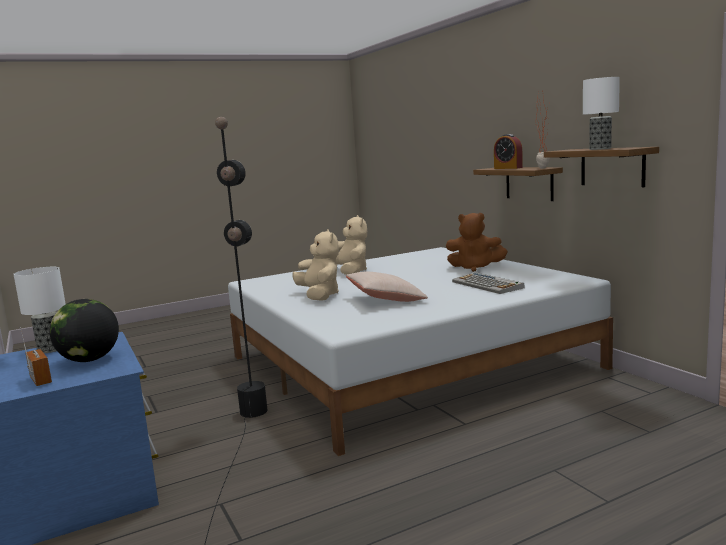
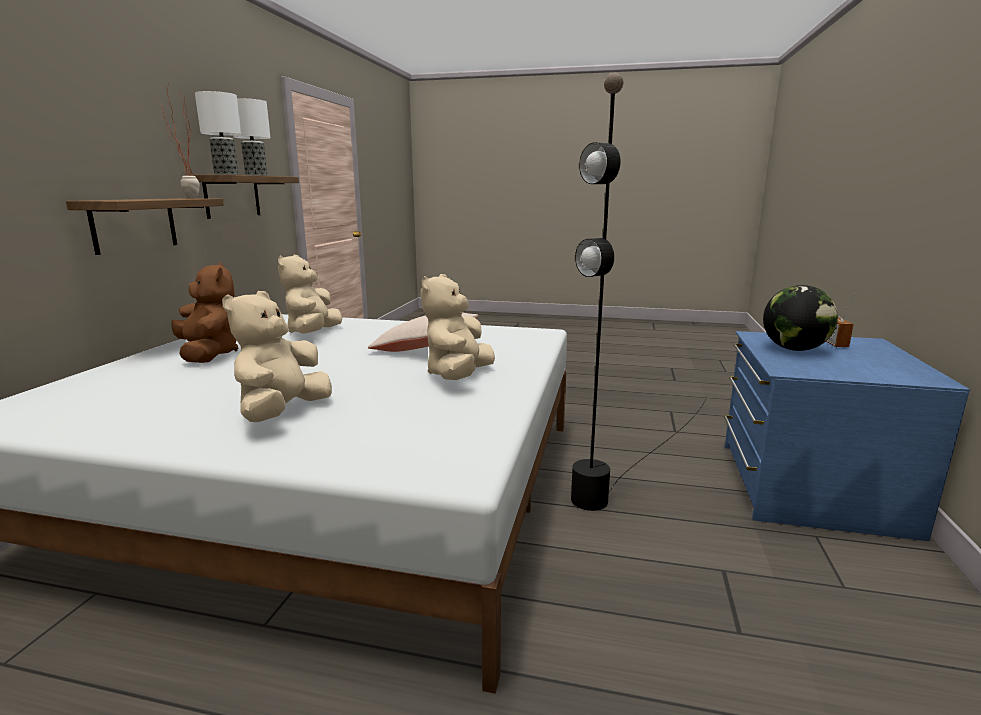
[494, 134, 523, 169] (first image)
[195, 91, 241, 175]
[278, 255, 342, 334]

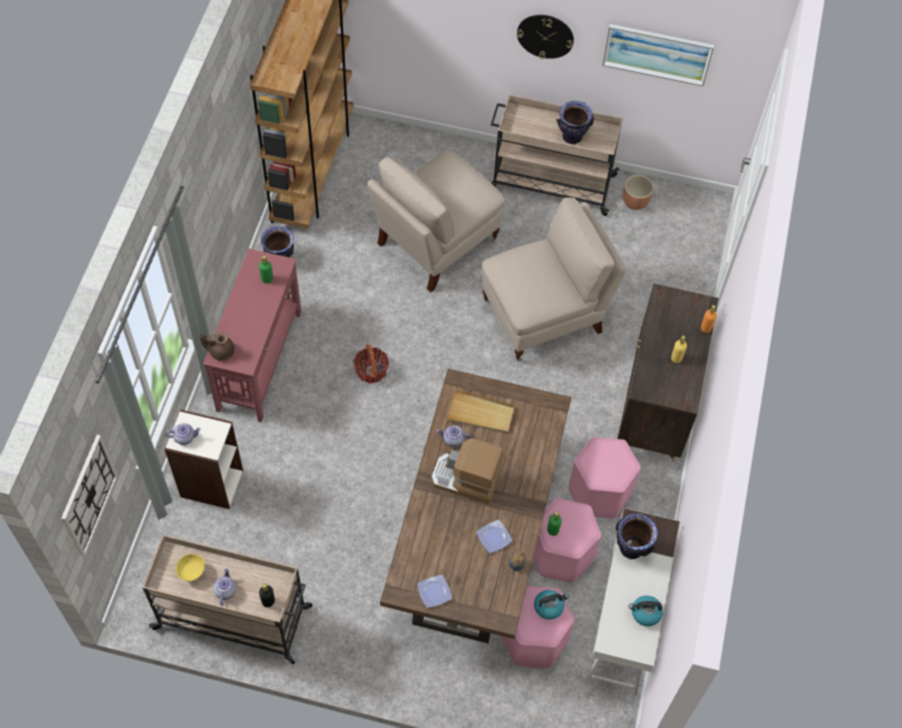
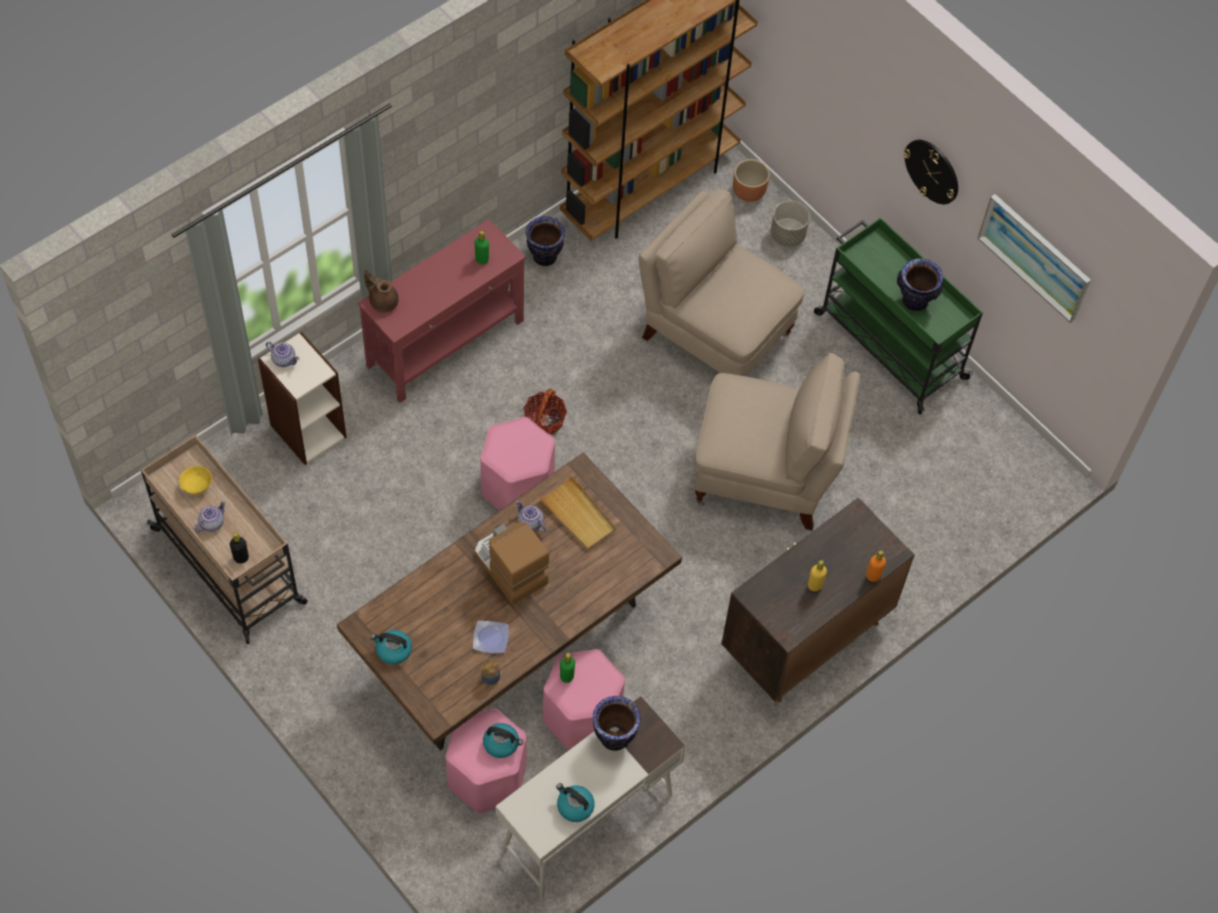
[61, 435, 118, 557] (first image)
[771, 201, 810, 247]
[480, 417, 555, 511]
[733, 159, 770, 202]
[371, 630, 412, 665]
[814, 217, 983, 414]
[639, 188, 805, 376]

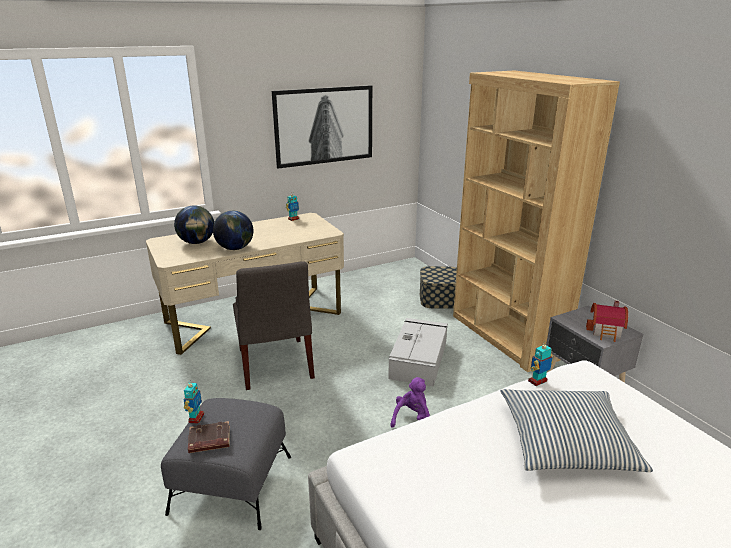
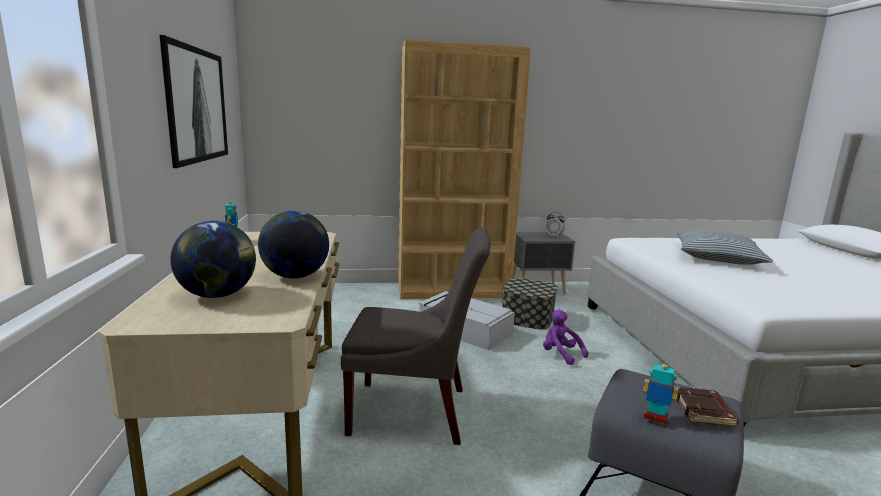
[528, 342, 553, 386] (first image)
[502, 278, 557, 329]
[545, 212, 565, 237]

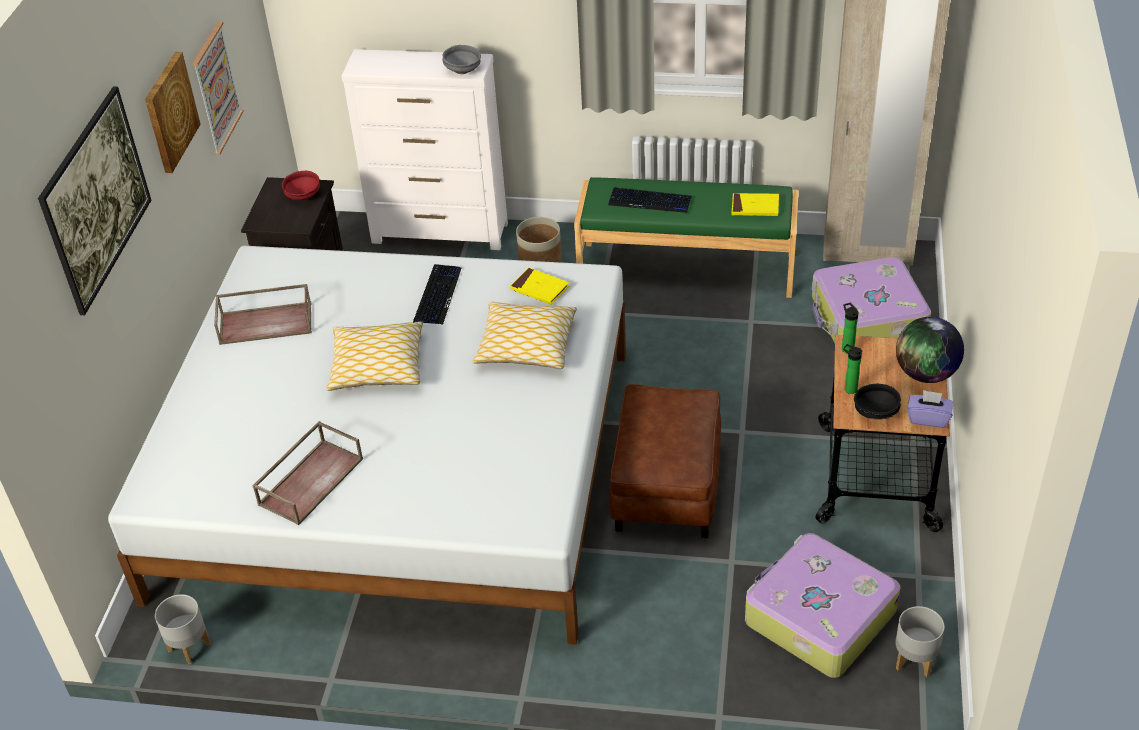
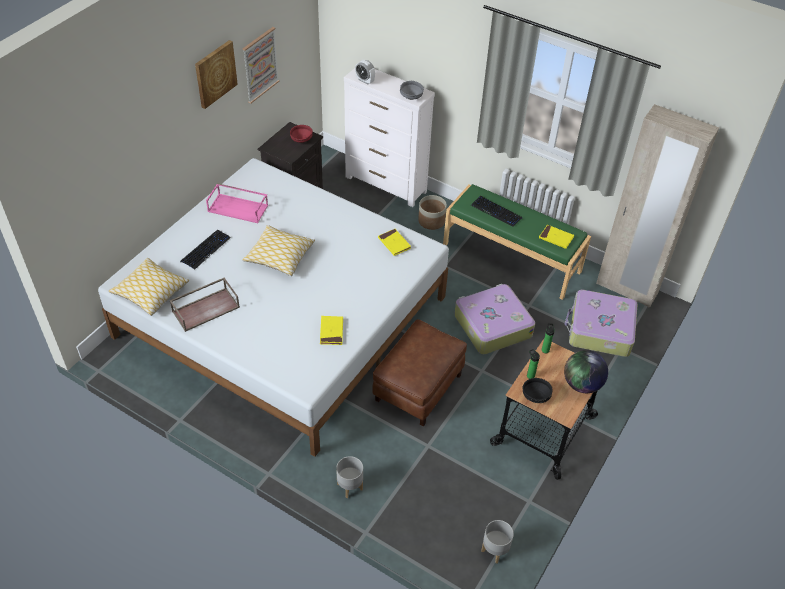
[38, 87, 151, 315] (first image)
[908, 390, 953, 428] (first image)
[320, 316, 343, 345]
[355, 60, 375, 85]
[336, 456, 363, 498]
[180, 230, 231, 270]
[108, 258, 189, 316]
[454, 284, 535, 355]
[206, 183, 268, 223]

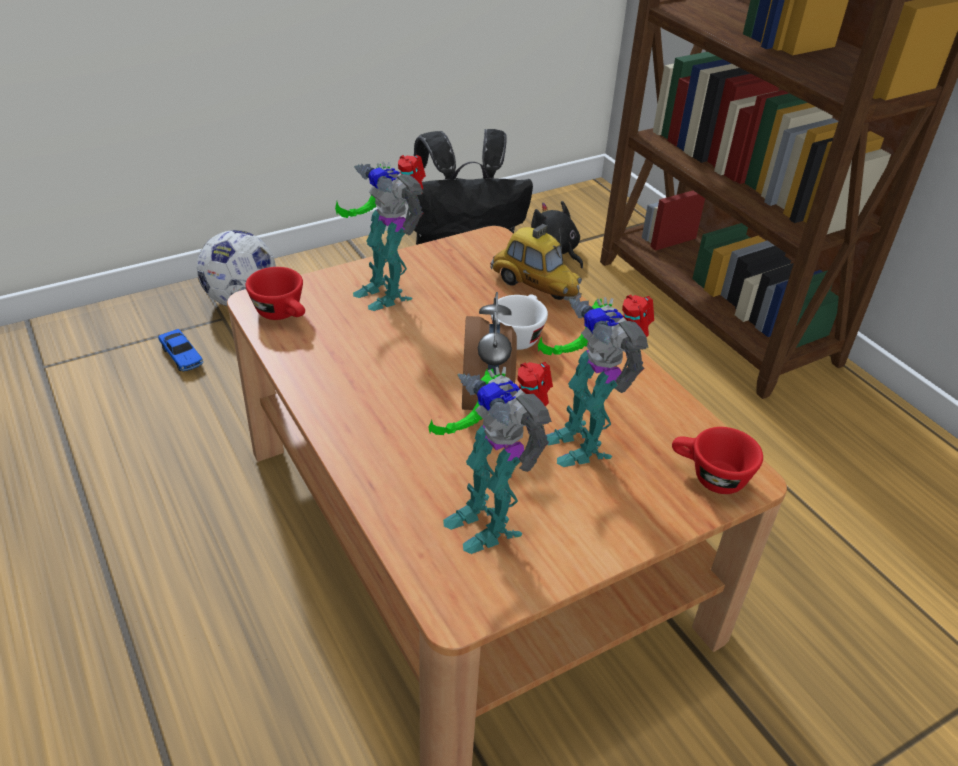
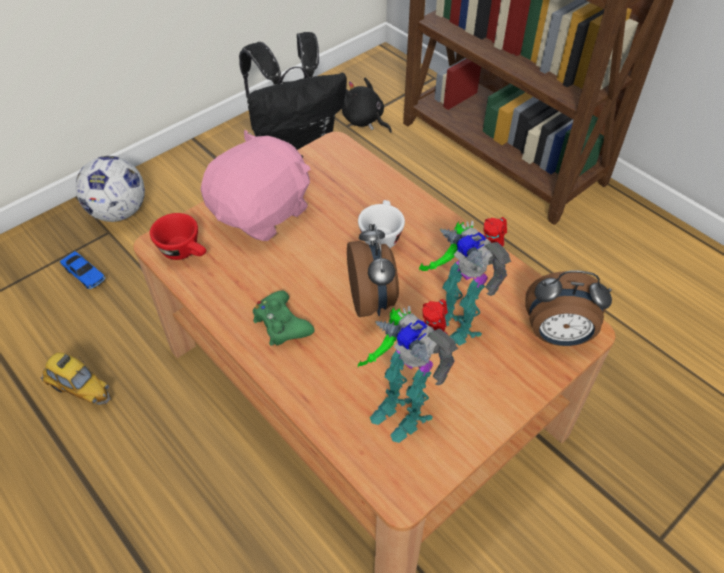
[253, 290, 315, 346]
[40, 353, 111, 405]
[201, 130, 310, 241]
[526, 270, 612, 346]

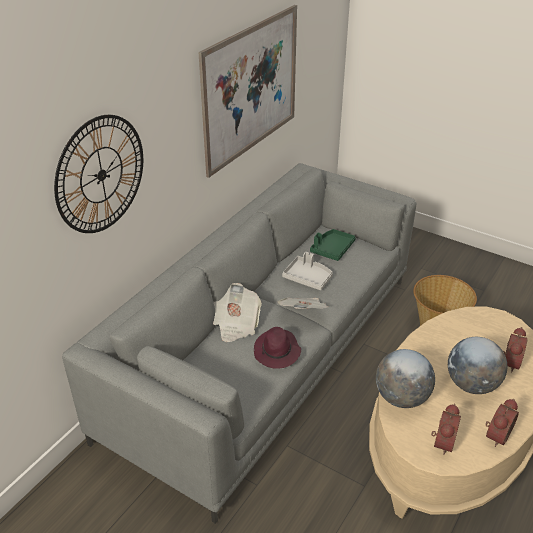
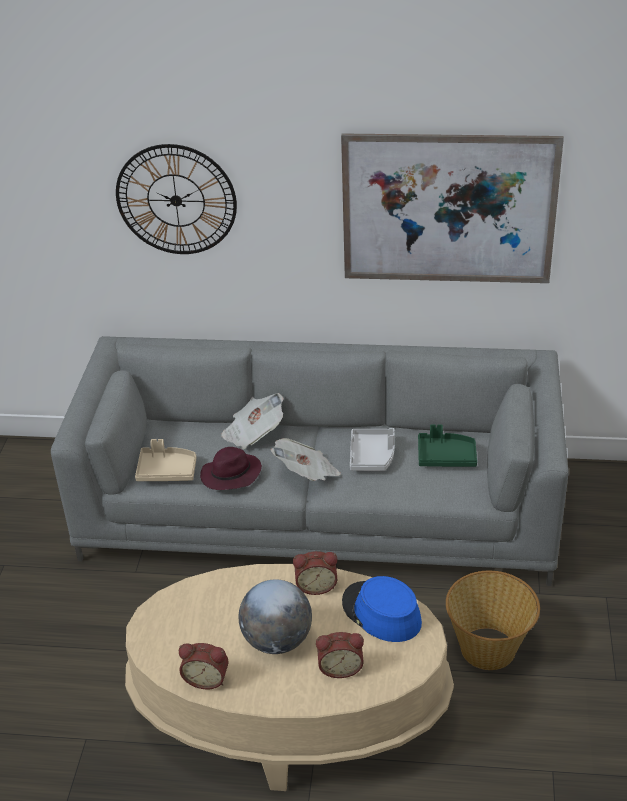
[376, 349, 435, 408] (first image)
[135, 439, 197, 481]
[342, 576, 422, 642]
[293, 551, 337, 595]

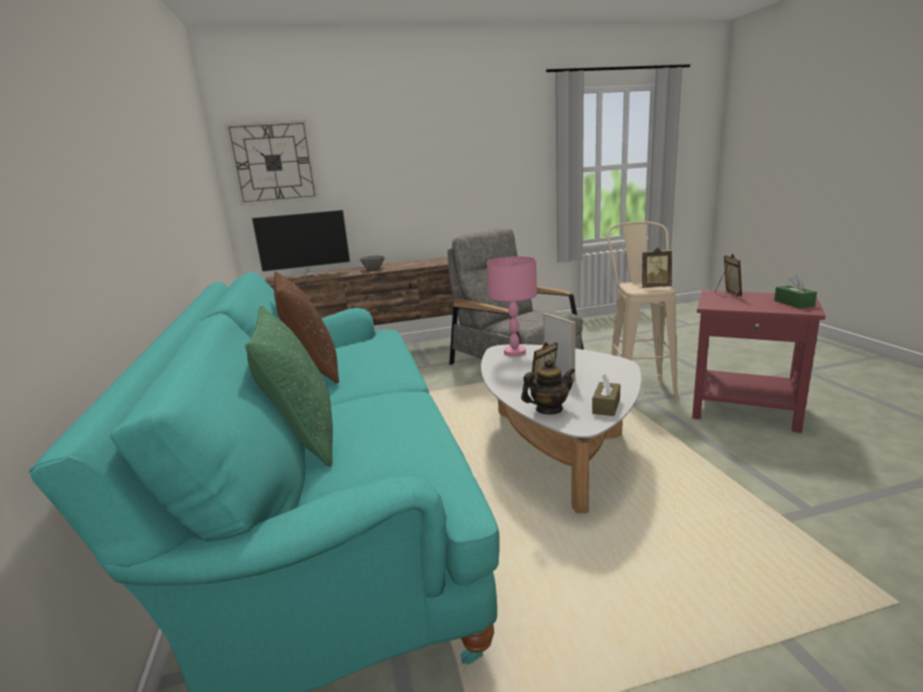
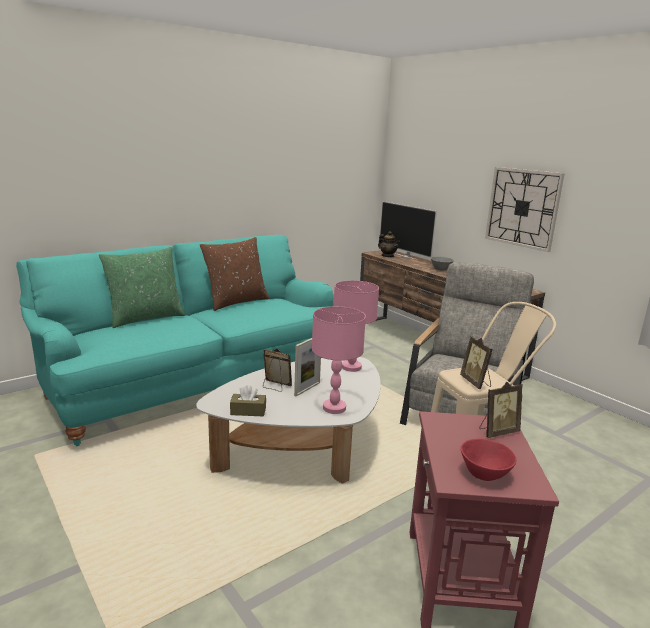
[312, 306, 366, 414]
[485, 167, 565, 252]
[378, 231, 400, 257]
[460, 438, 517, 481]

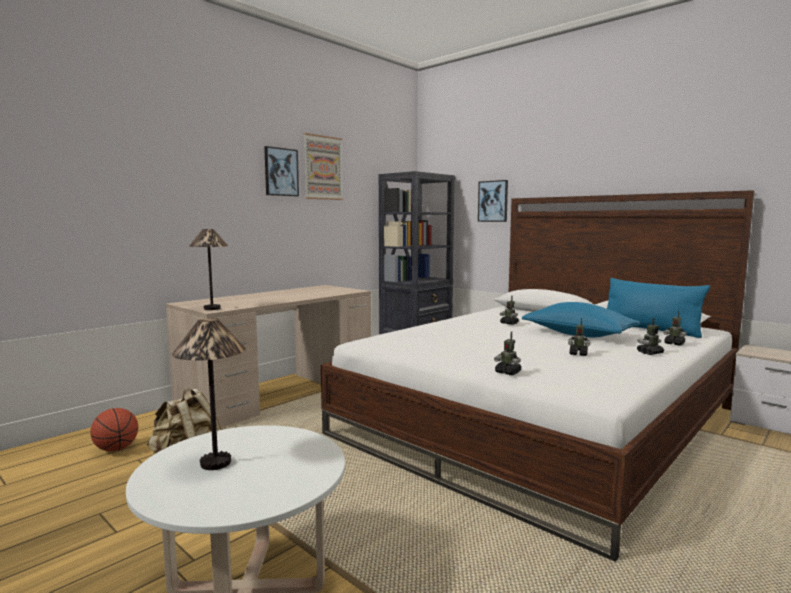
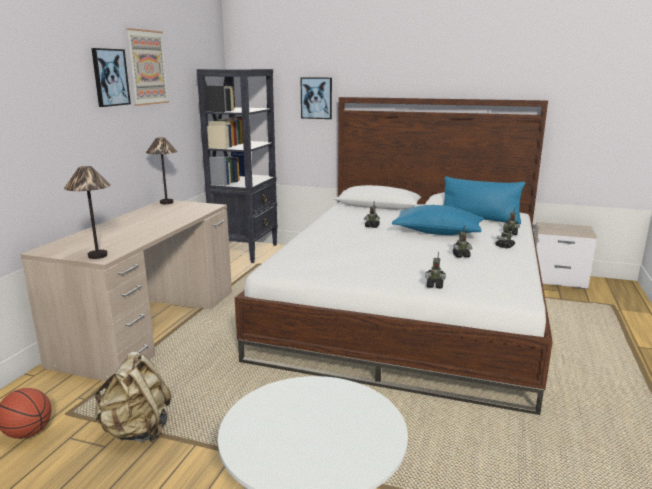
[146, 137, 177, 204]

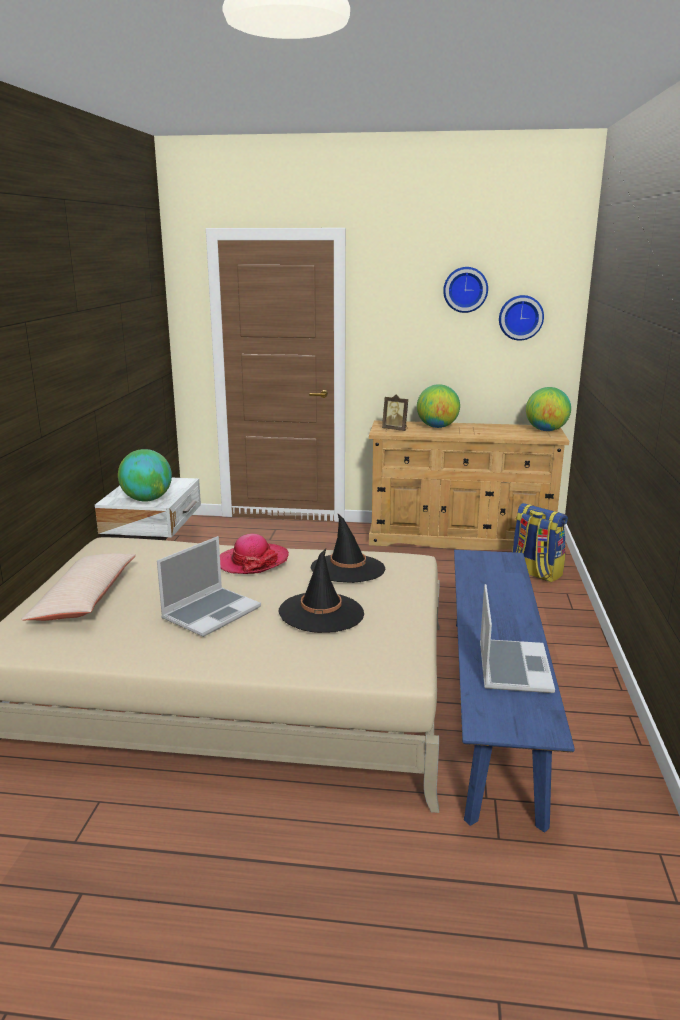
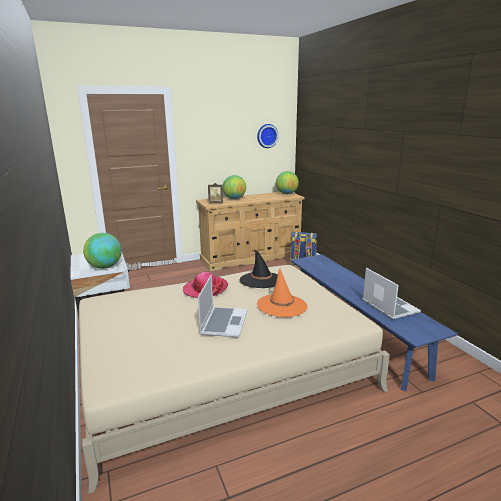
[21, 553, 136, 621] (first image)
[443, 267, 488, 313] (first image)
[257, 268, 308, 317]

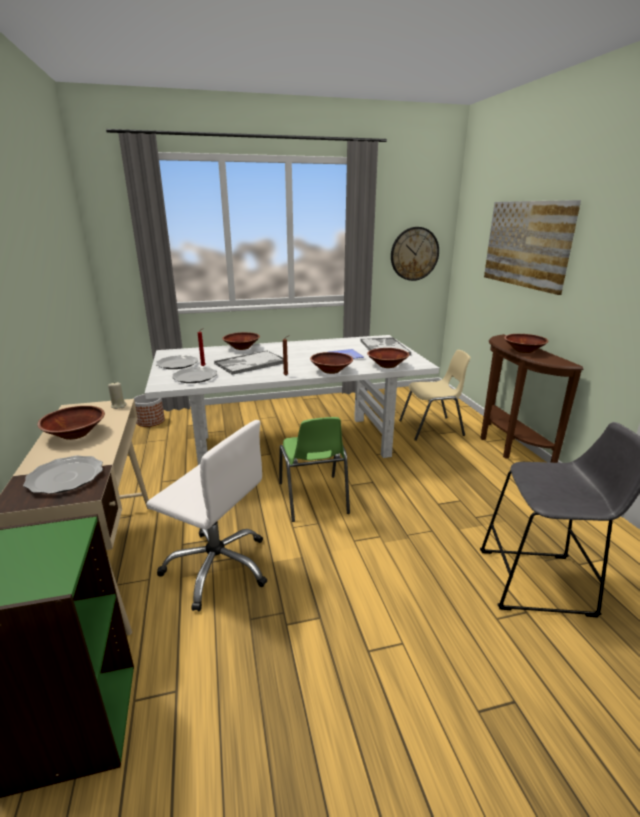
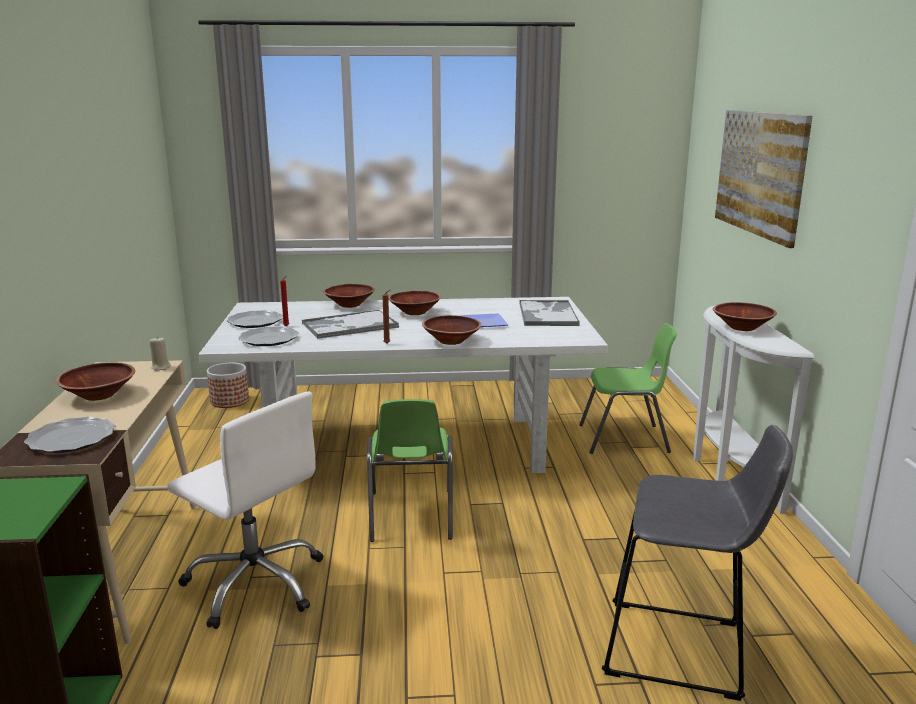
[391, 227, 439, 281] (first image)
[388, 291, 441, 315]
[579, 323, 677, 454]
[693, 305, 814, 514]

